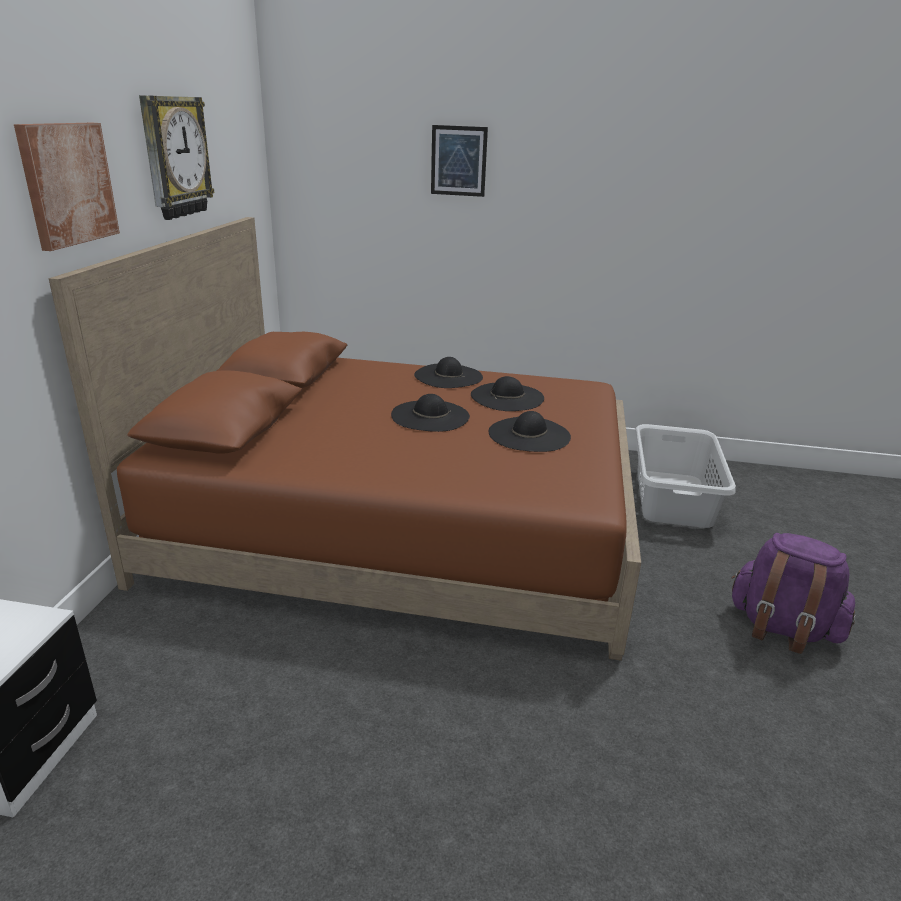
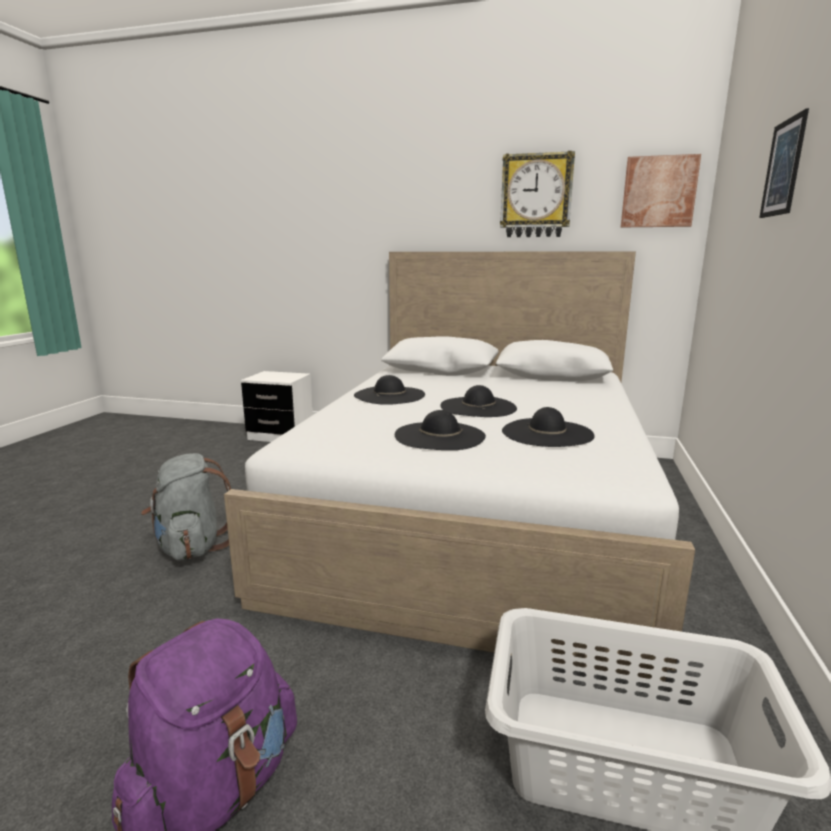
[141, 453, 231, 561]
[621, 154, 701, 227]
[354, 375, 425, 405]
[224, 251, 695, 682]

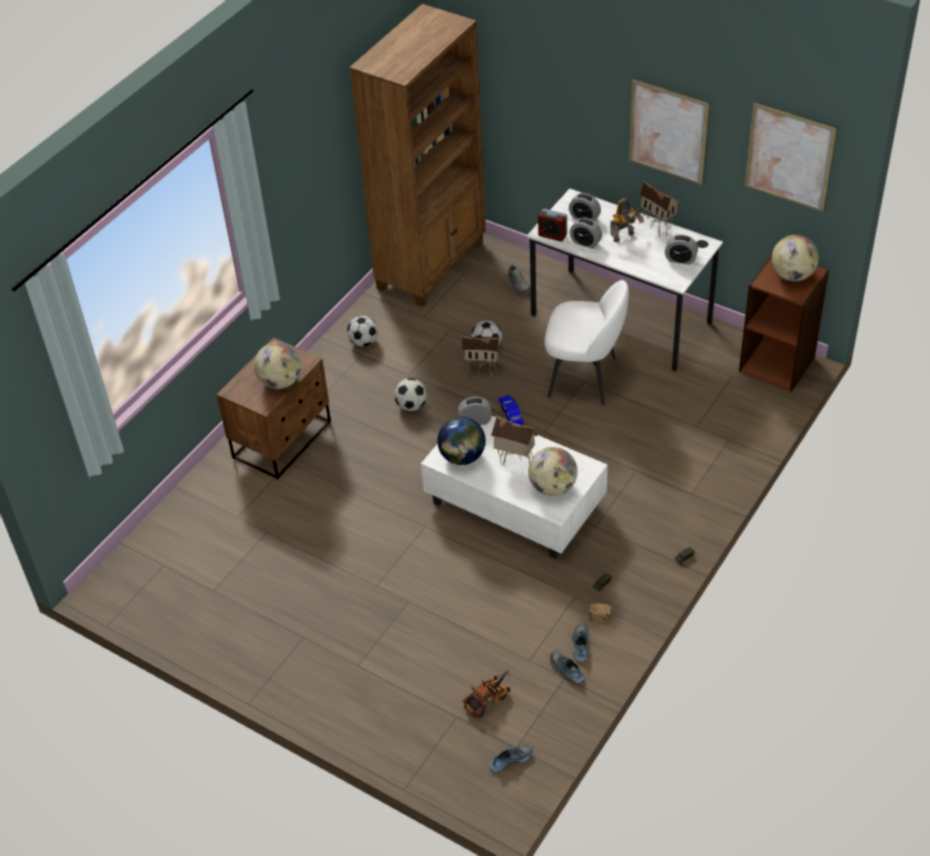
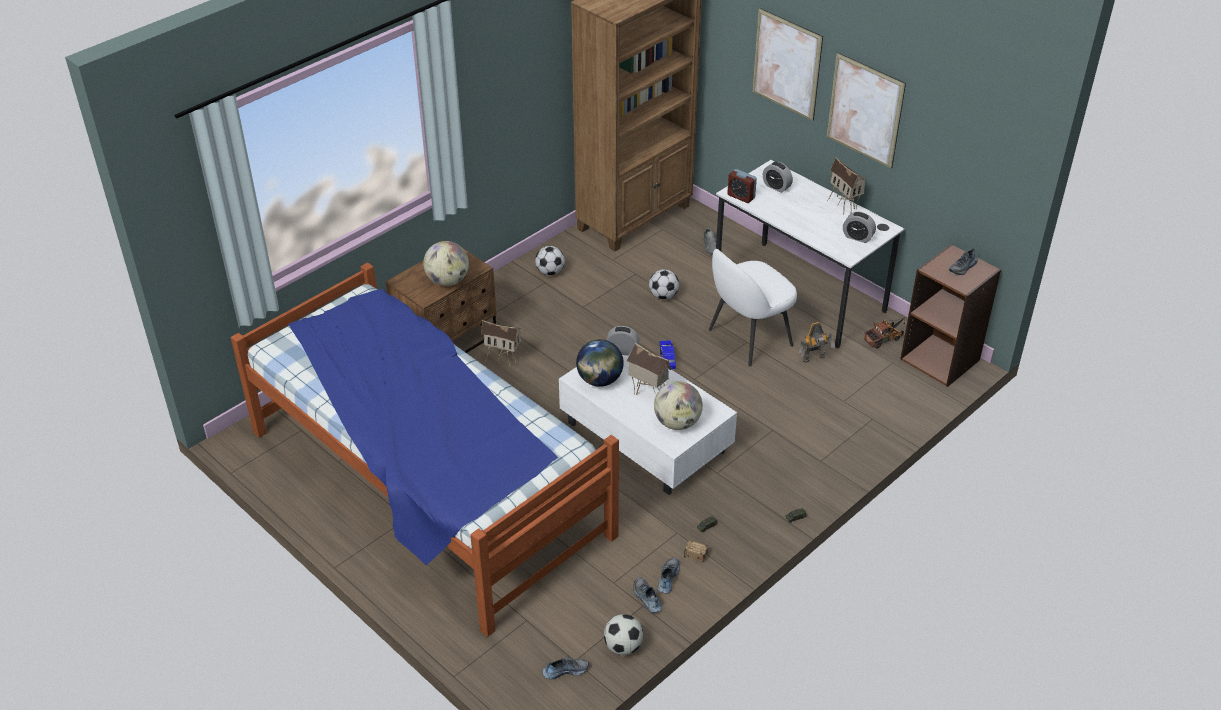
[569, 218, 602, 249] (first image)
[231, 262, 619, 637]
[604, 614, 643, 655]
[481, 320, 523, 368]
[864, 317, 905, 349]
[799, 322, 835, 363]
[752, 8, 823, 121]
[949, 248, 978, 275]
[709, 249, 797, 367]

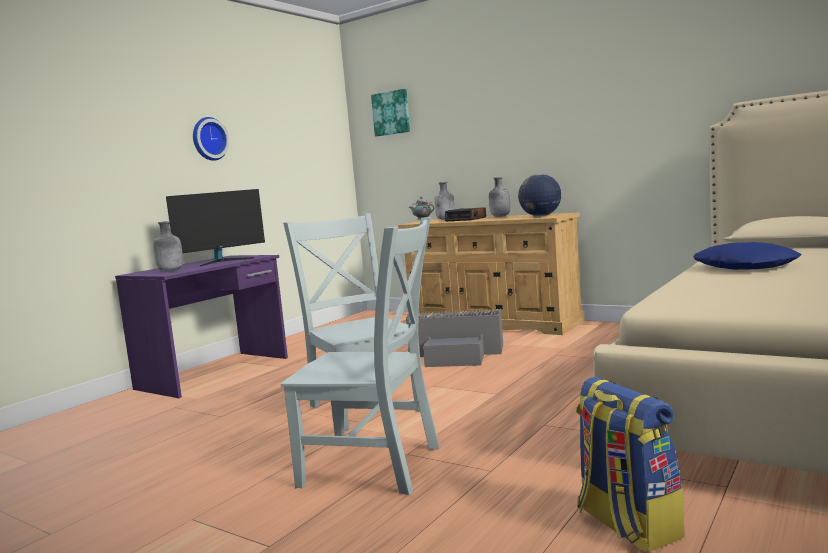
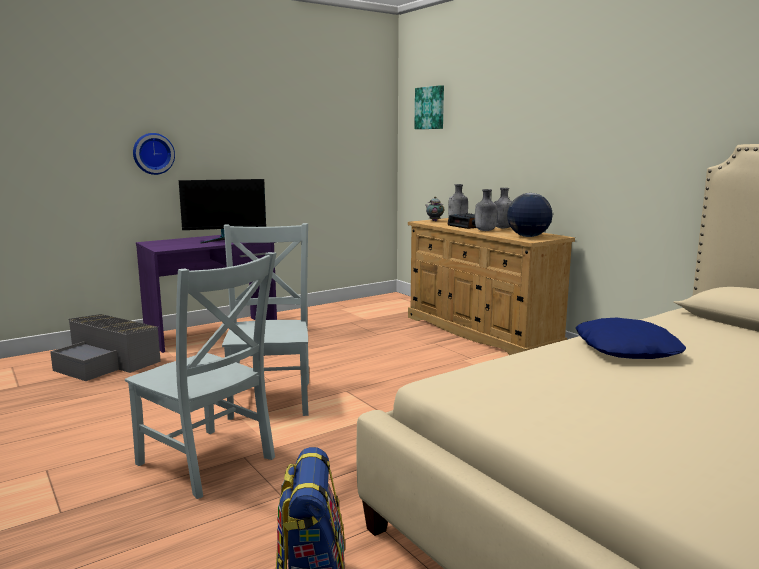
[475, 189, 497, 231]
[133, 133, 175, 175]
[50, 314, 161, 381]

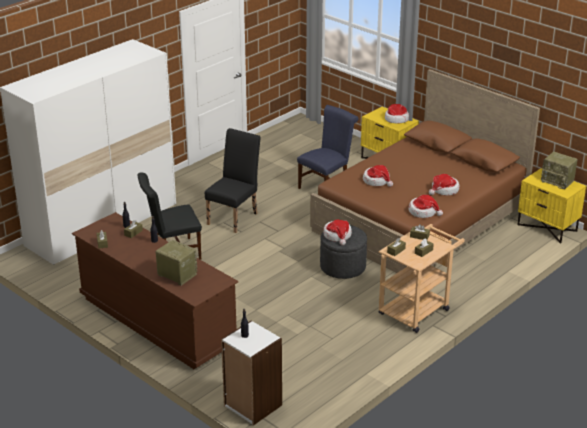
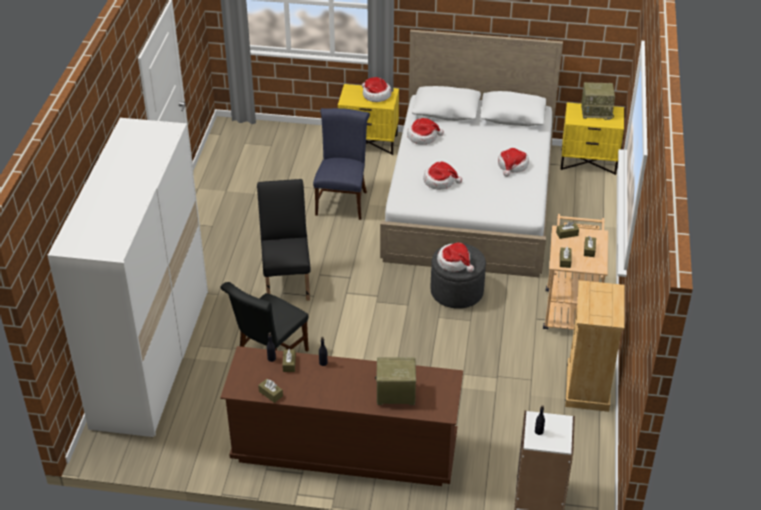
[565, 280, 625, 412]
[407, 118, 444, 145]
[380, 30, 563, 277]

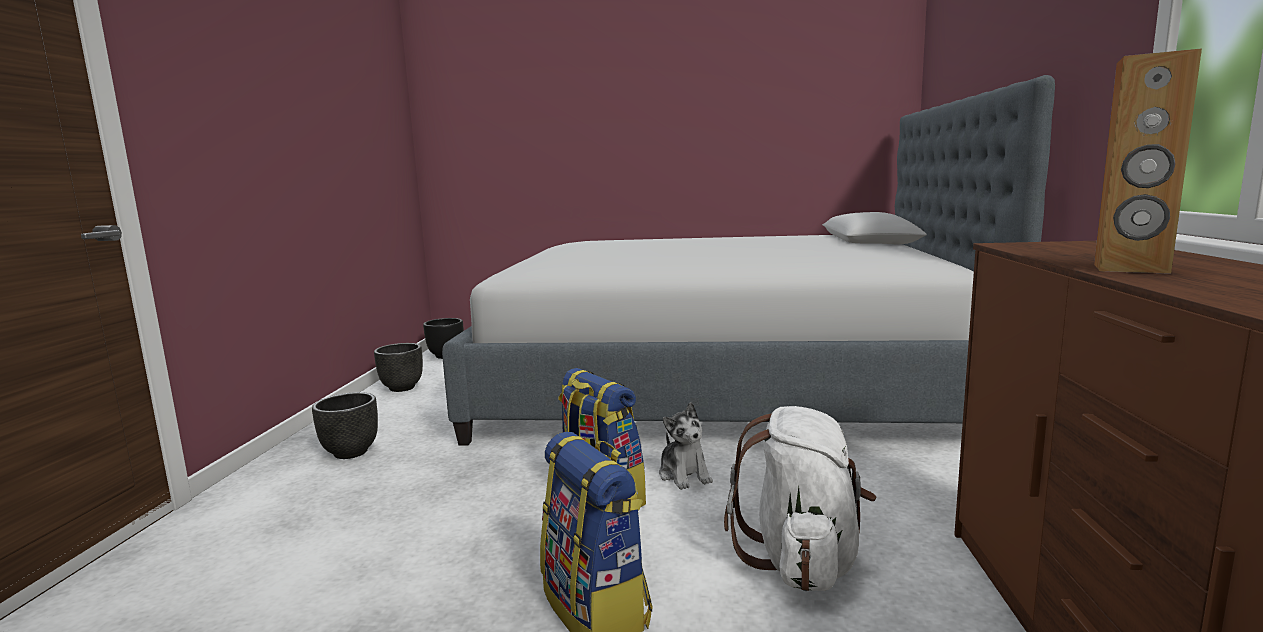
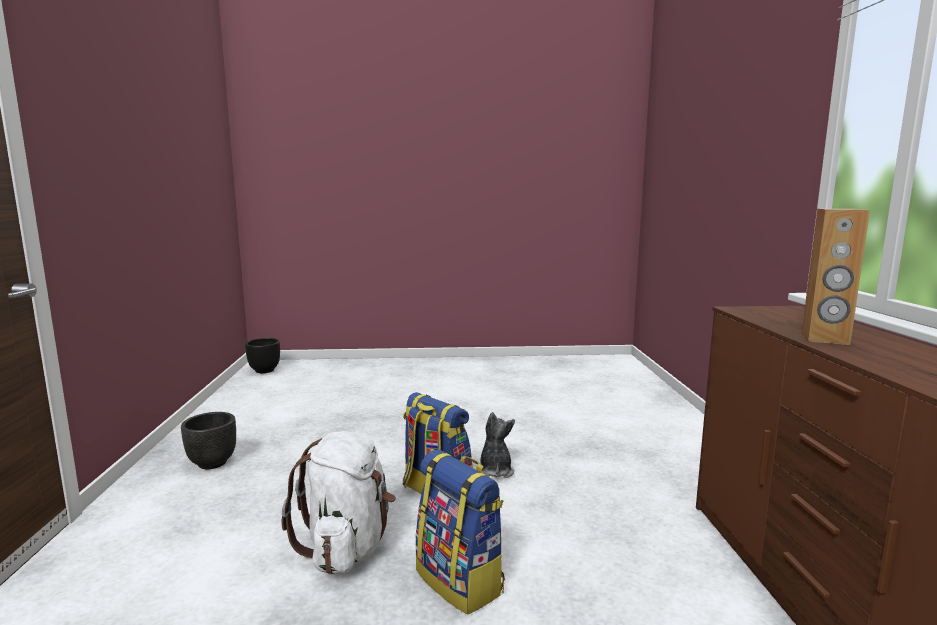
[374, 343, 423, 392] (first image)
[442, 75, 1055, 446] (first image)
[281, 431, 396, 574]
[480, 412, 515, 478]

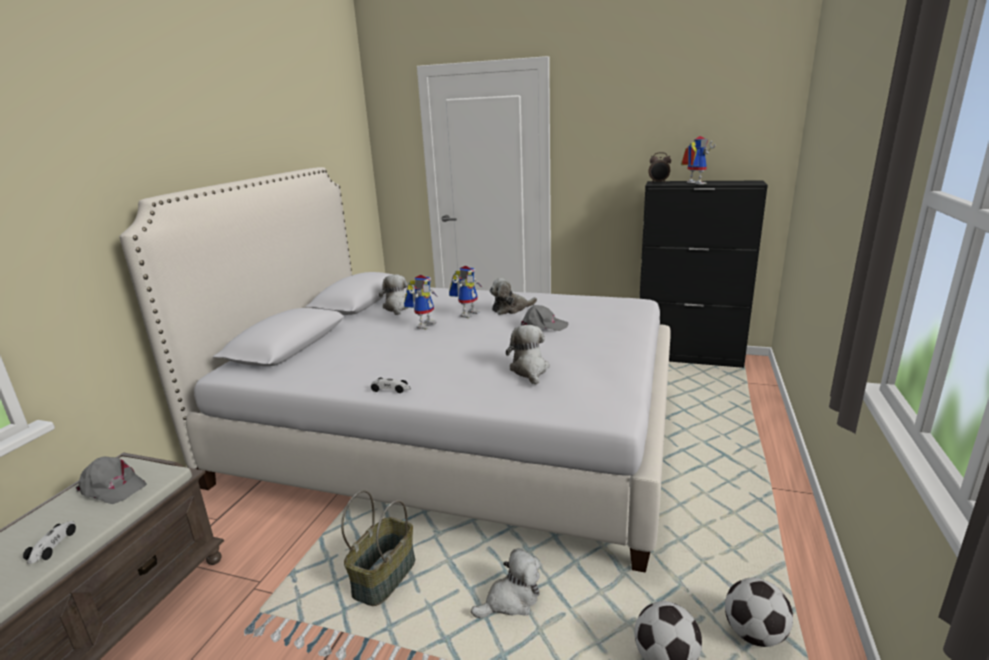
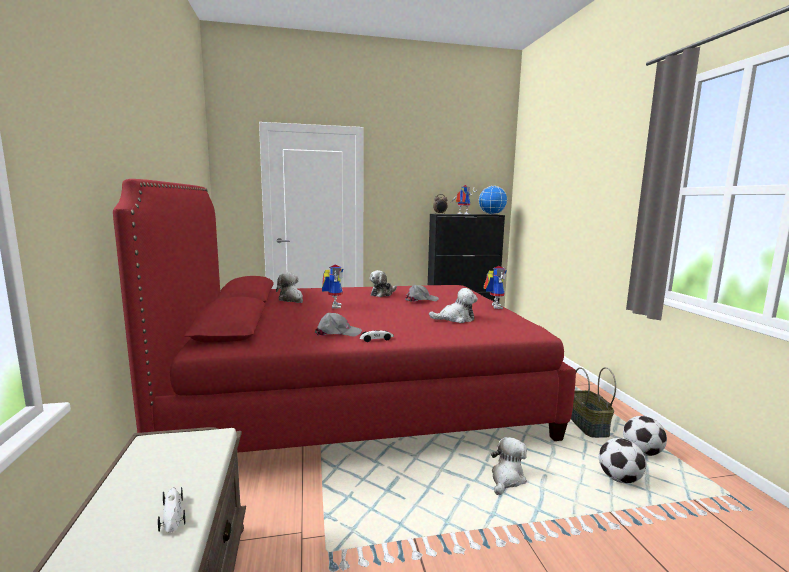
[479, 186, 507, 215]
[315, 313, 362, 337]
[571, 367, 616, 438]
[484, 266, 507, 309]
[113, 179, 576, 453]
[429, 288, 478, 323]

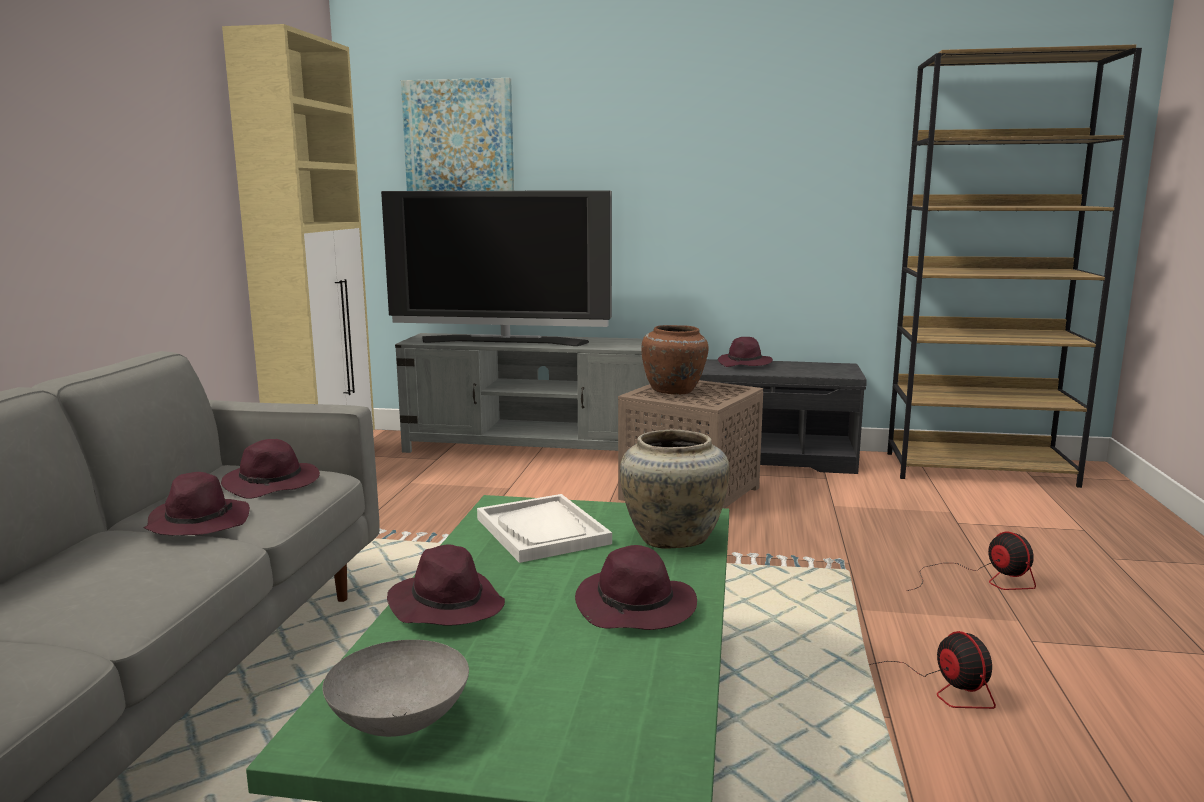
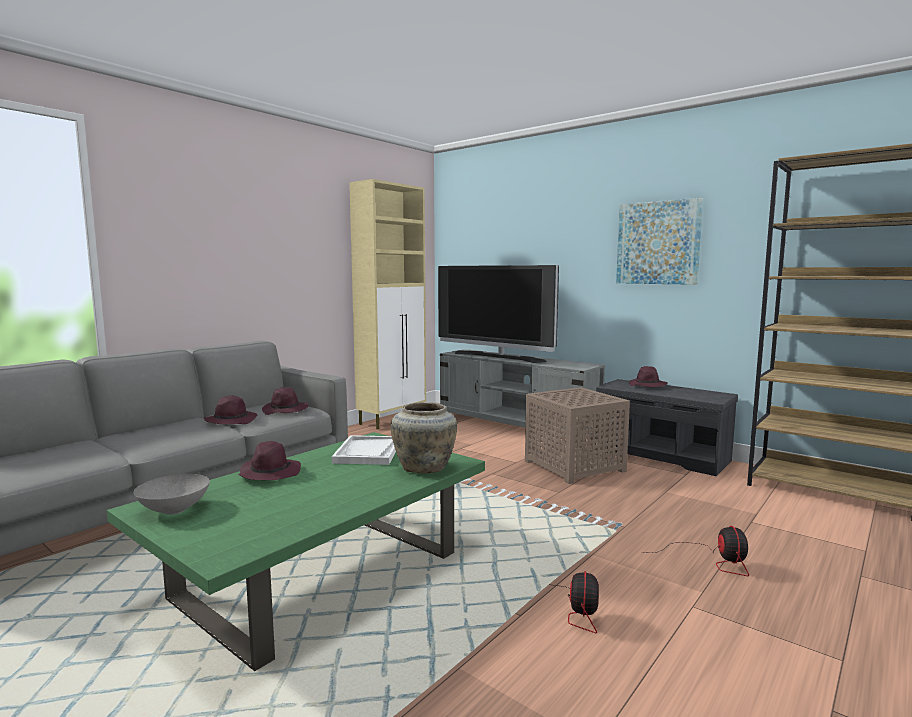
[575, 545, 697, 630] (first image)
[641, 325, 709, 395] (first image)
[616, 198, 703, 285]

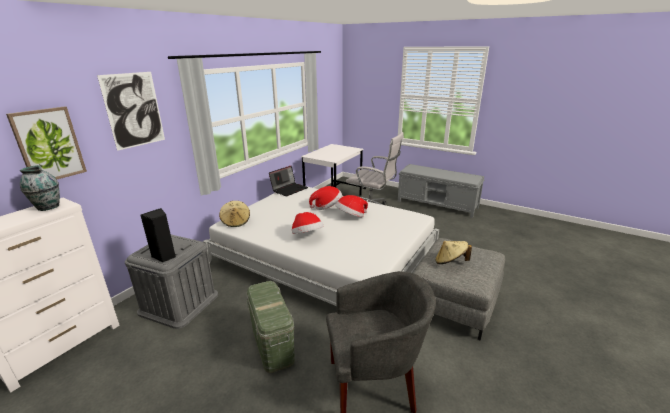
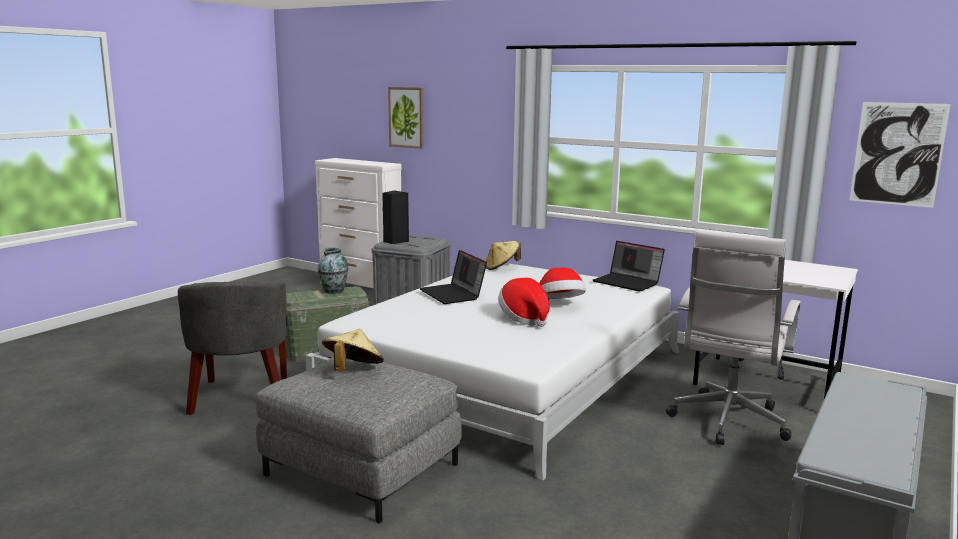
[318, 248, 348, 294]
[850, 102, 951, 208]
[419, 250, 487, 304]

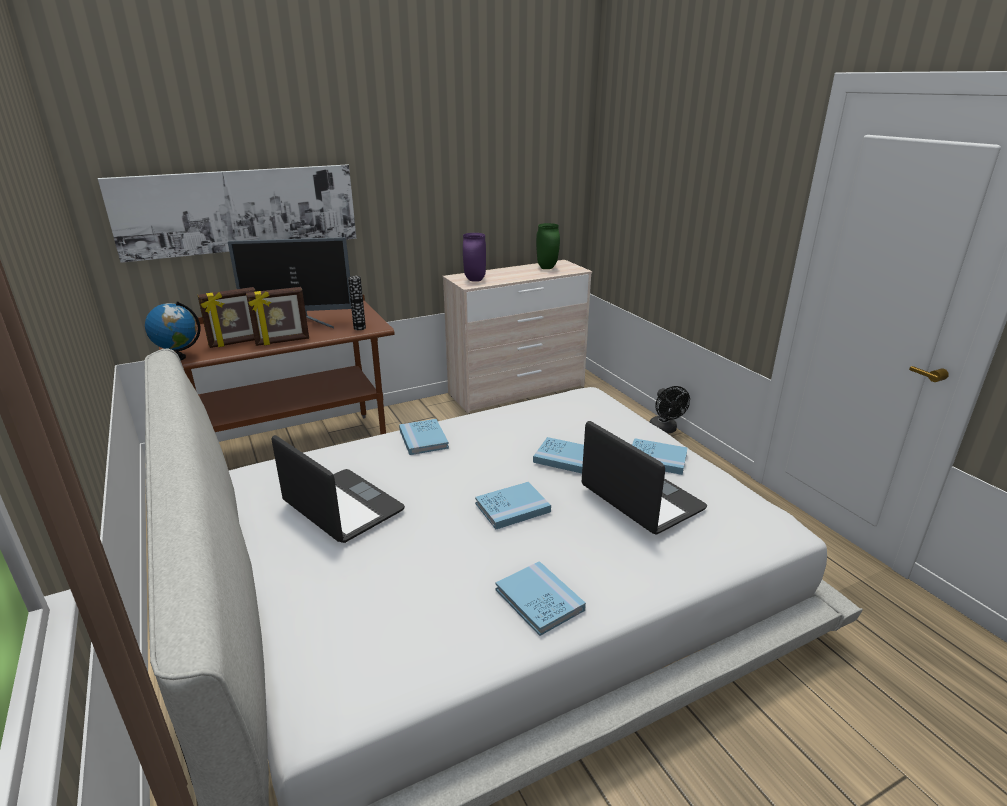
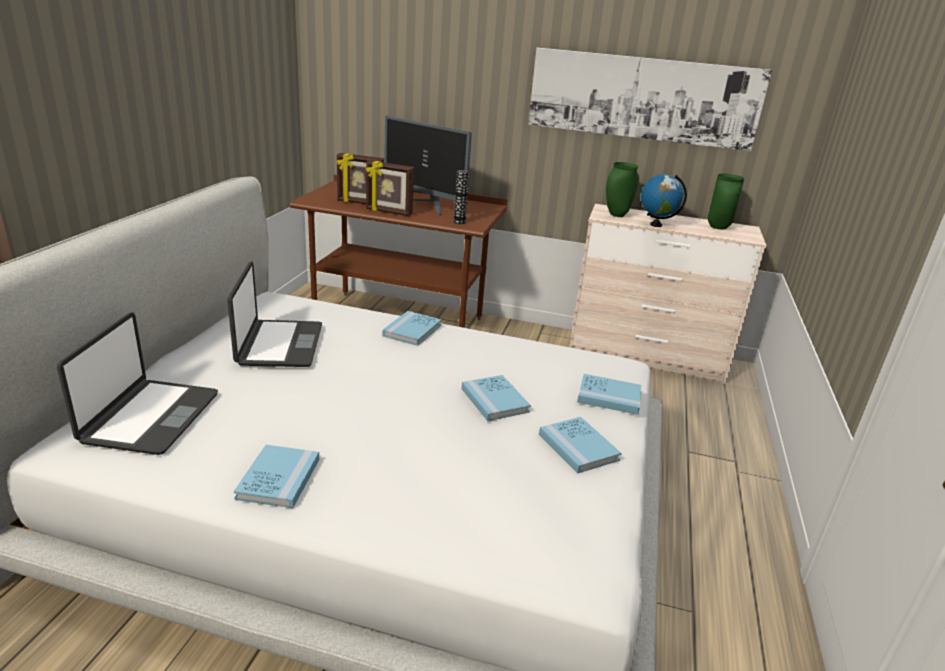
[650, 386, 690, 434] (first image)
[528, 48, 772, 151]
[641, 174, 687, 227]
[577, 374, 642, 415]
[57, 312, 218, 455]
[606, 162, 639, 217]

